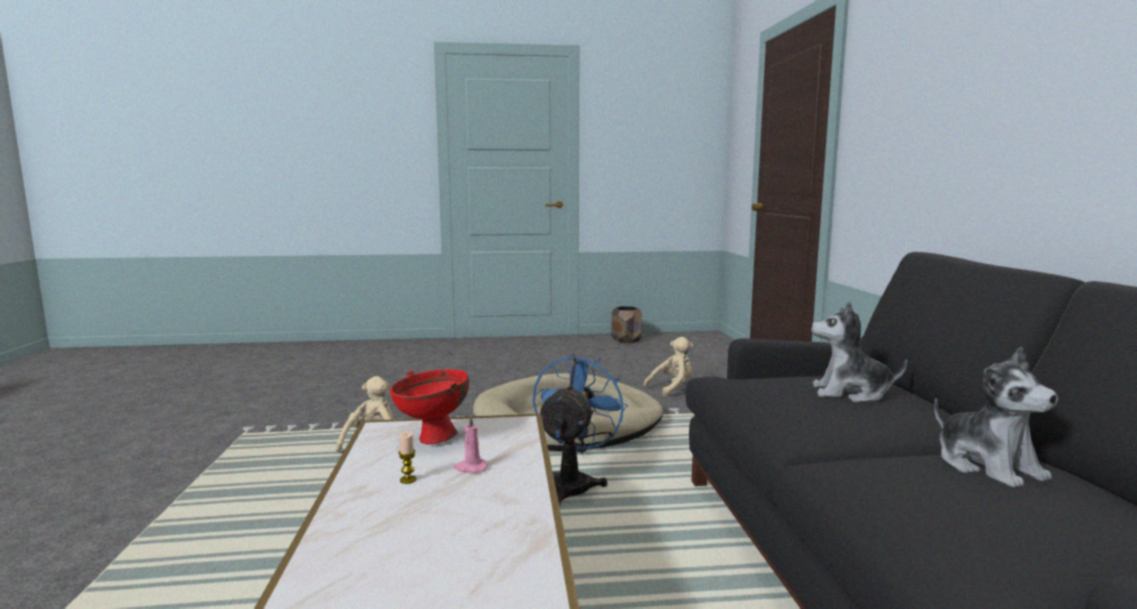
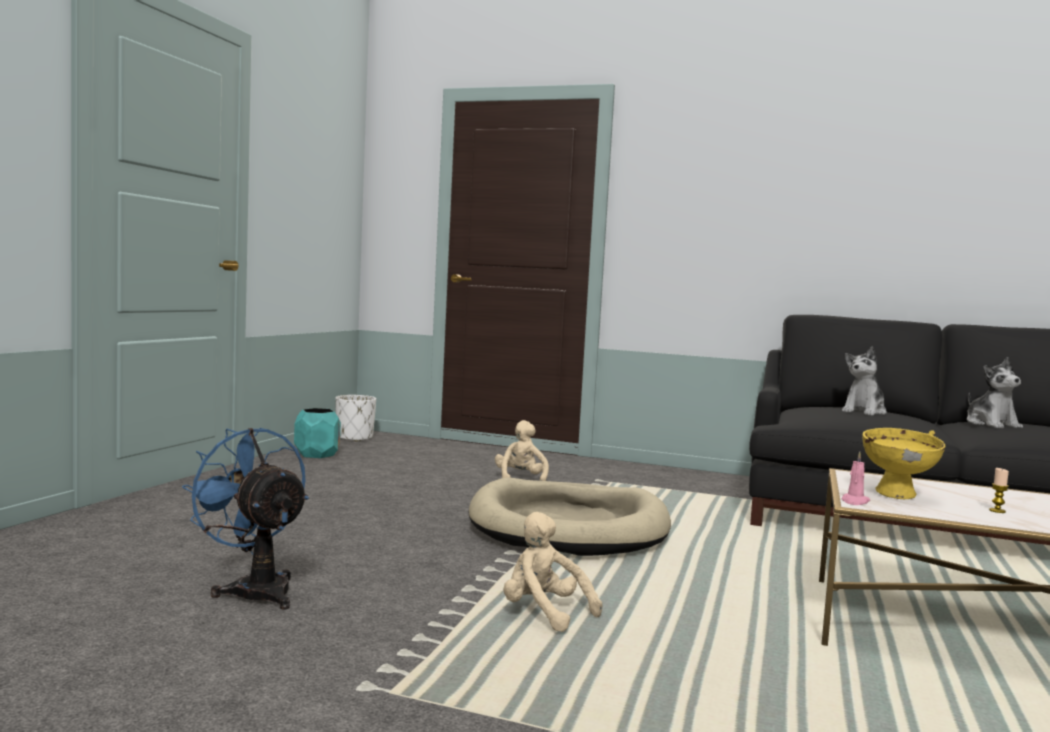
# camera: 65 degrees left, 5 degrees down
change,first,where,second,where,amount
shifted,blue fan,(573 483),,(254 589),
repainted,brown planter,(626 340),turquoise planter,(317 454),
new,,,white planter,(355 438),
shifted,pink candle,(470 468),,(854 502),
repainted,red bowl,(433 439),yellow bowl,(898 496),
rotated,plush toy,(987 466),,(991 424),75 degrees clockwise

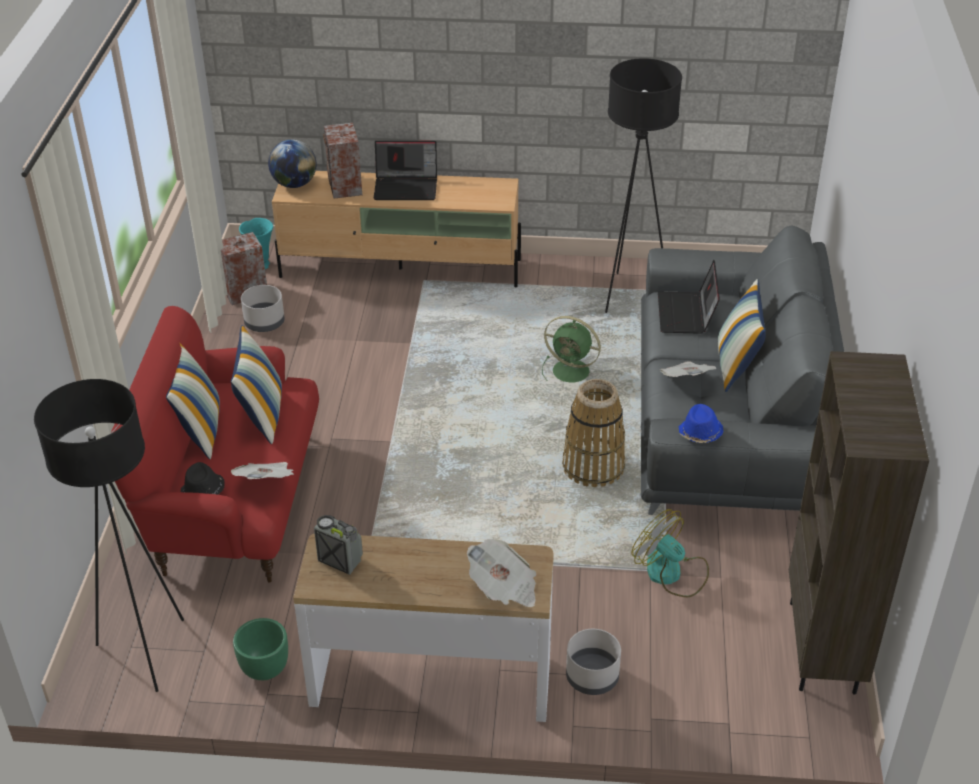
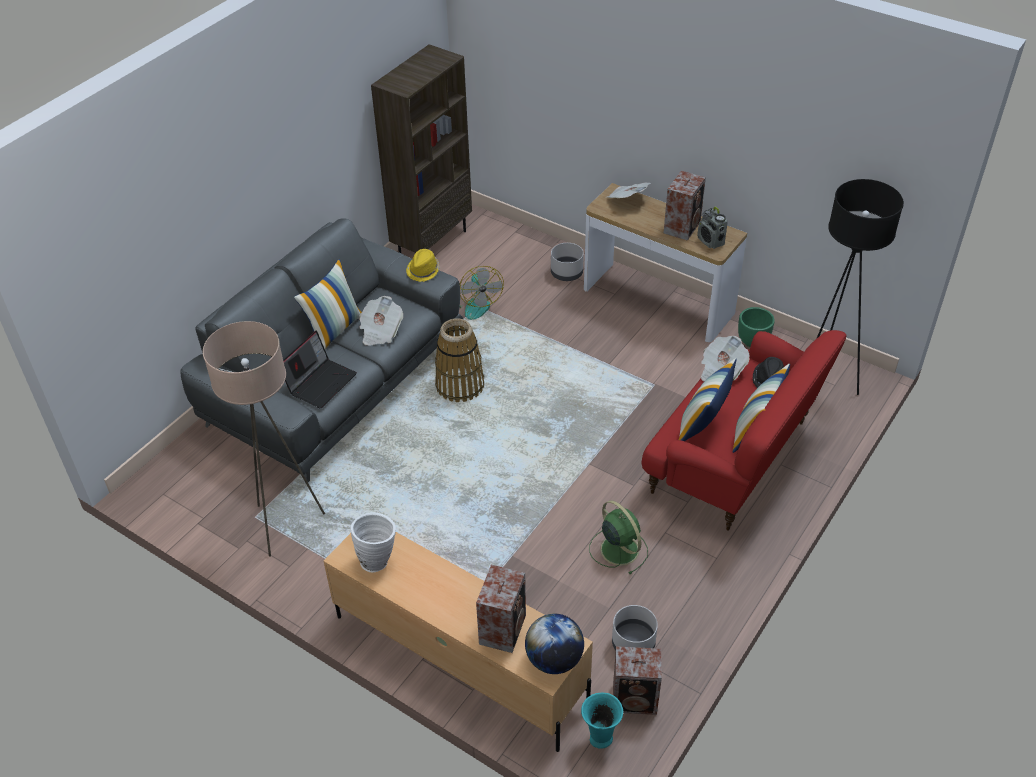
# camera: 150 degrees left, 5 degrees up
change,first,where,second,where,amount
repainted,black floor lamp,(630 295),beige floor lamp,(285 525),
new,,,white vase,(378 559),
repainted,blue hat,(700 433),yellow hat,(423 270),
shifted,green fan,(572 372),,(618 548),
new,,,speaker,(683 226),
gone,laptop,(407 187),,,

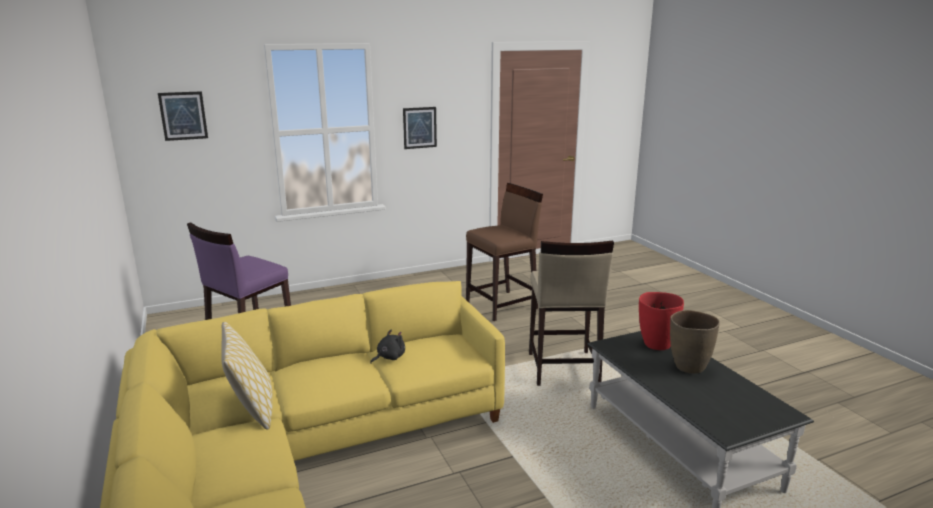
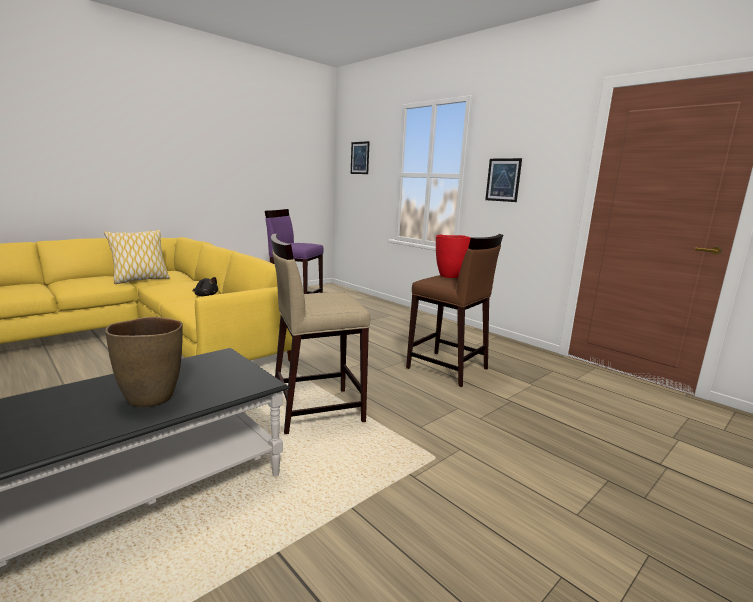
# camera: 70 degrees right, 5 degrees down
change,first,where,second,where,amount
shifted,red vase,(656 344),,(449 276),

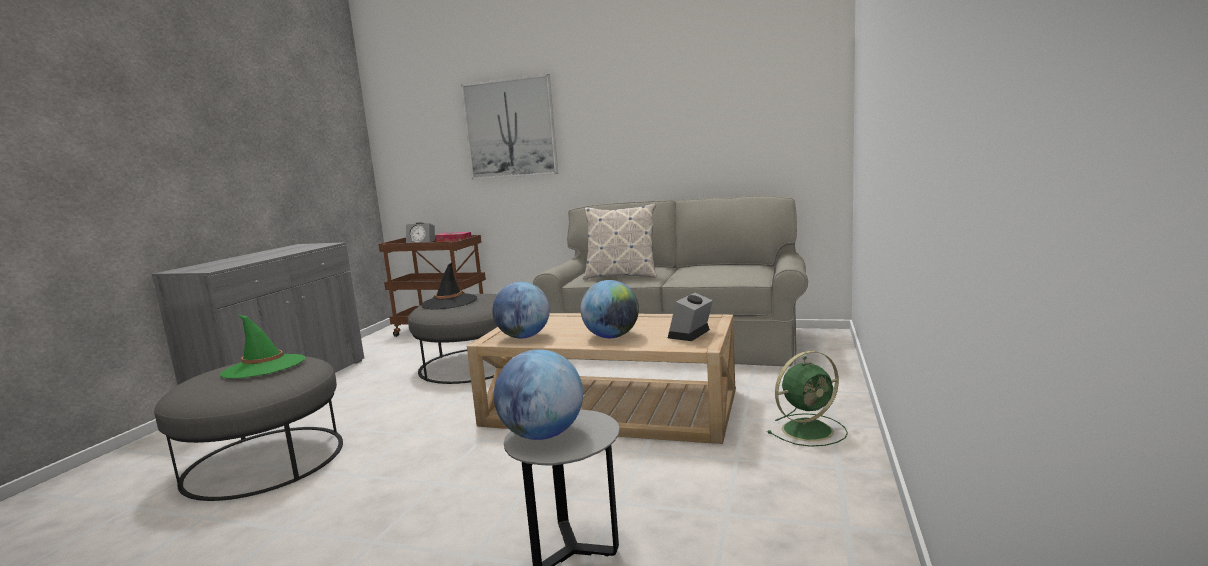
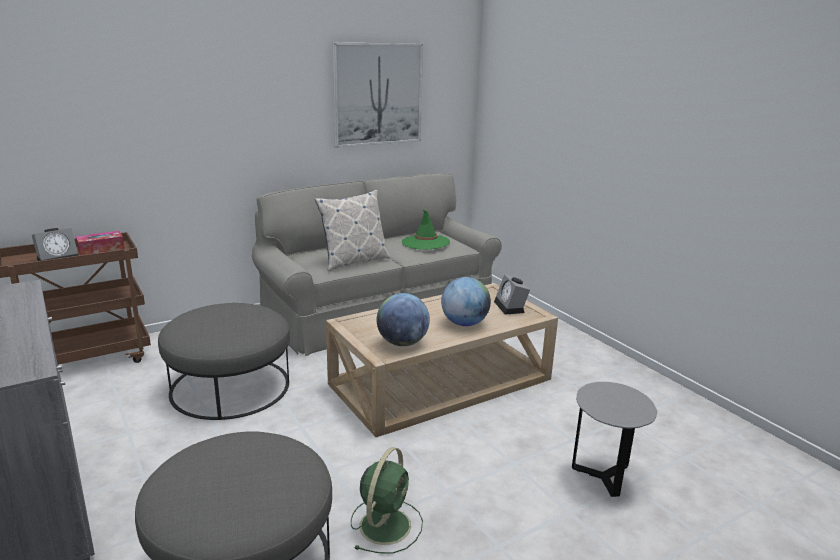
# camera: 50 degrees left, 10 degrees up
change,first,where,second,where,amount
shifted,picture,(510 128),,(378 94),
shifted,green fan,(809 430),,(386 524),
shifted,green hat,(264 367),,(425 242),
gone,black hat,(449 302),,,
gone,globe,(542 435),,,

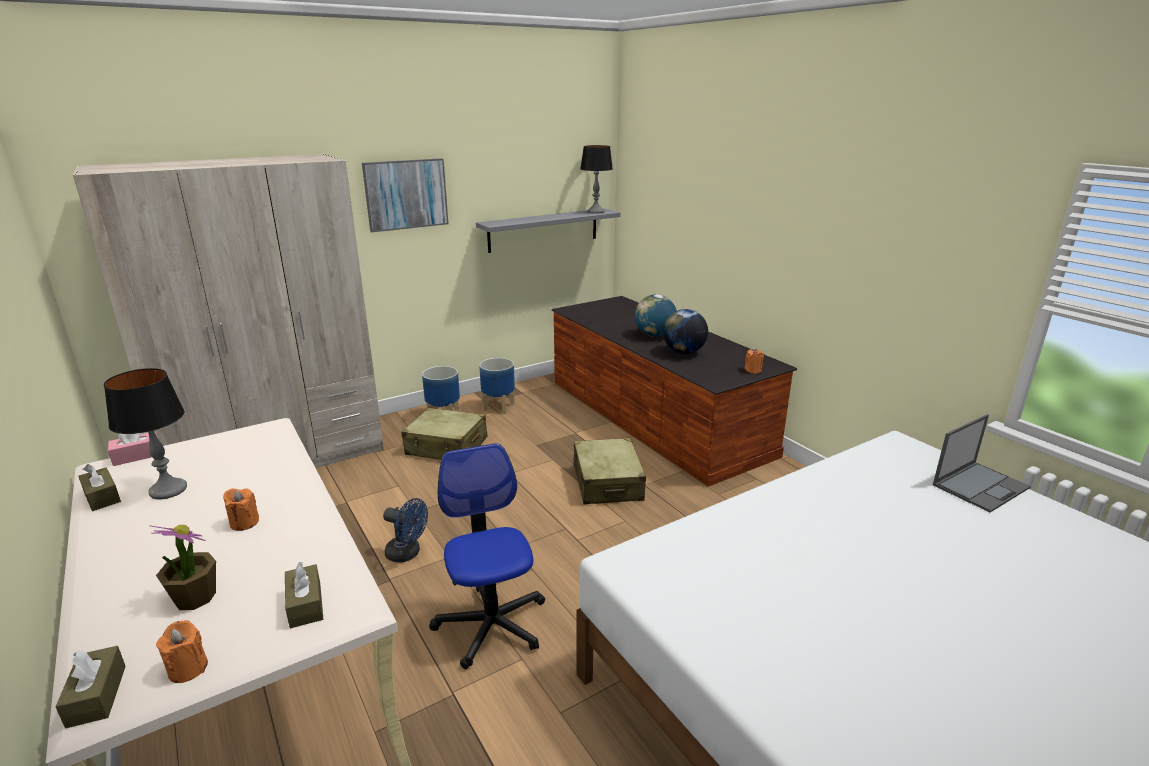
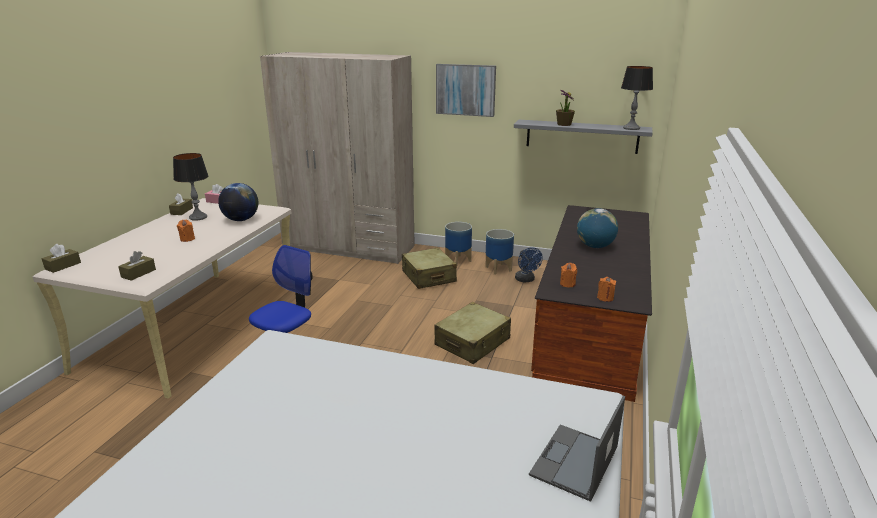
# camera: 50 degrees right, 0 degrees up
change,first,where,second,where,amount
shifted,globe,(683 352),,(241 220),
shifted,blue fan,(408 553),,(526 280),
rotated,laptop,(980 486),,(574 462),105 degrees clockwise
shifted,potted plant,(194 597),,(564 124),
shifted,orange candle,(188 668),,(567 284),

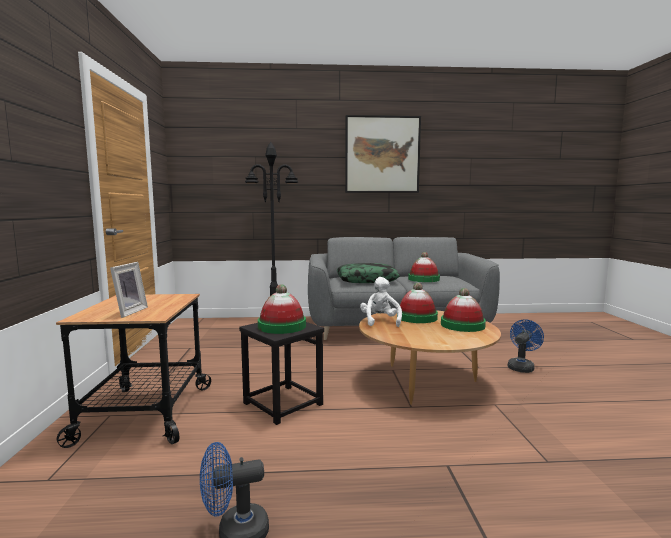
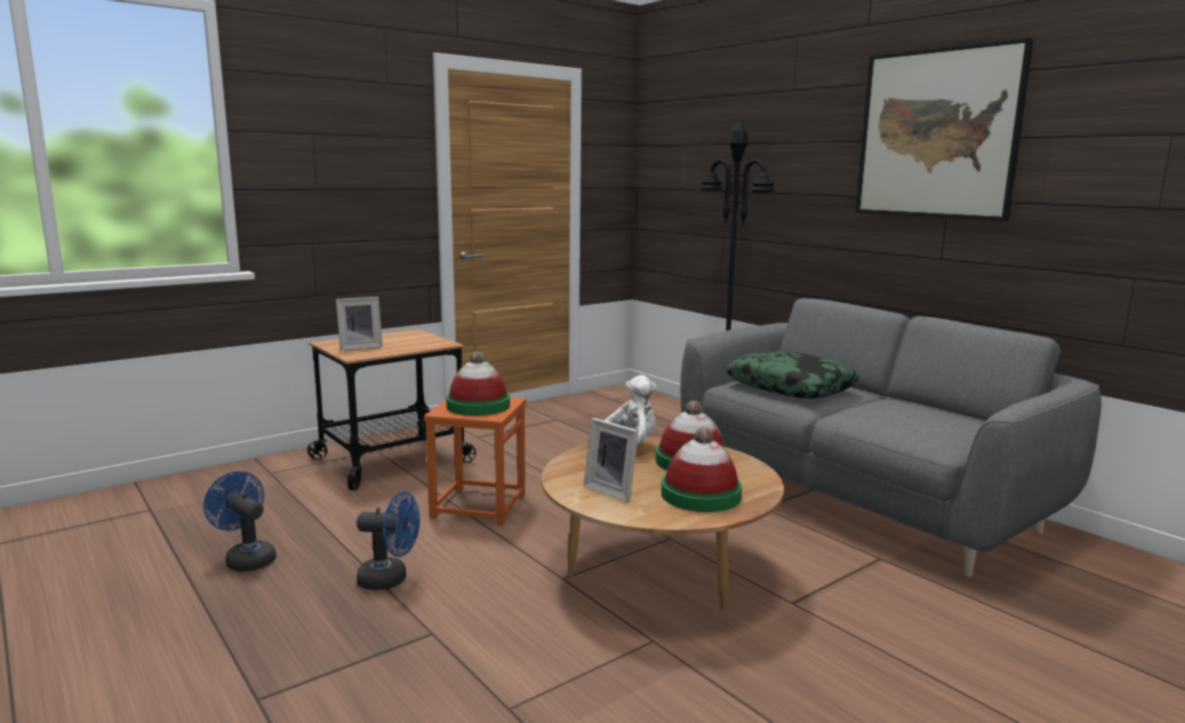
# camera: 55 degrees right, 5 degrees up
change,first,where,second,where,amount
shifted,blue fan,(521 367),,(390 579),
repainted,black stool,(282 404),orange stool,(478 506),
new,,,picture frame,(613 490),
gone,hat,(423 279),,,

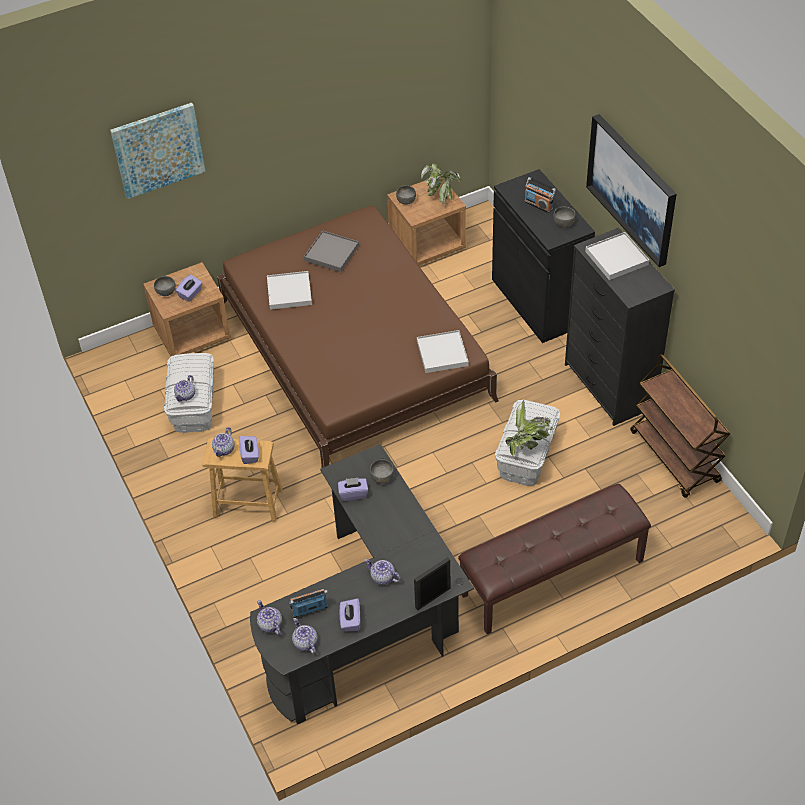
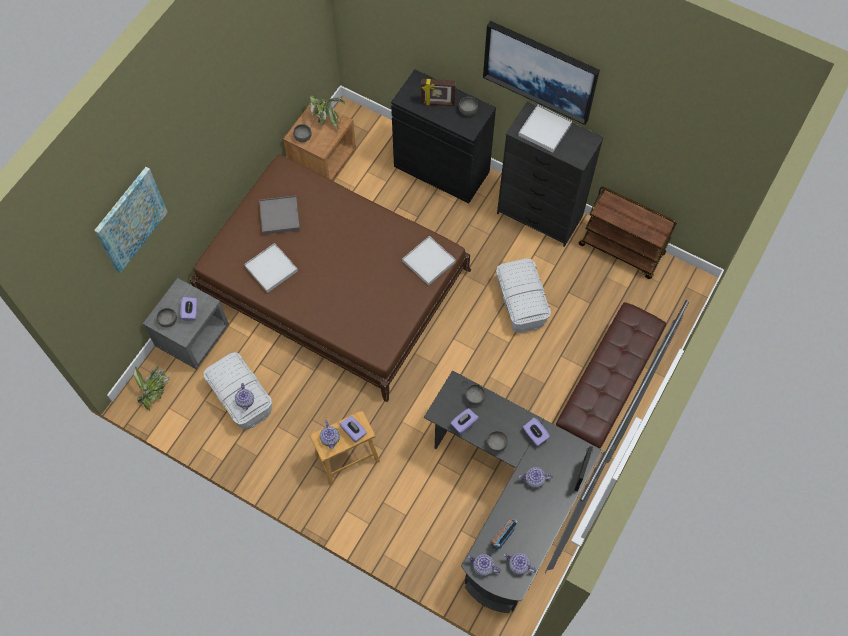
# camera: 35 degrees left, 15 degrees up
change,first,where,second,where,amount
shifted,potted plant,(528 443),,(155 391),
repainted,brown nightstand,(192 333),grey nightstand,(192 336),
swapped,radio,(538 205),picture frame,(438 103),
new,,,grey bowl,(496 444),
shifted,purple tissue box,(350 621),,(535 435),

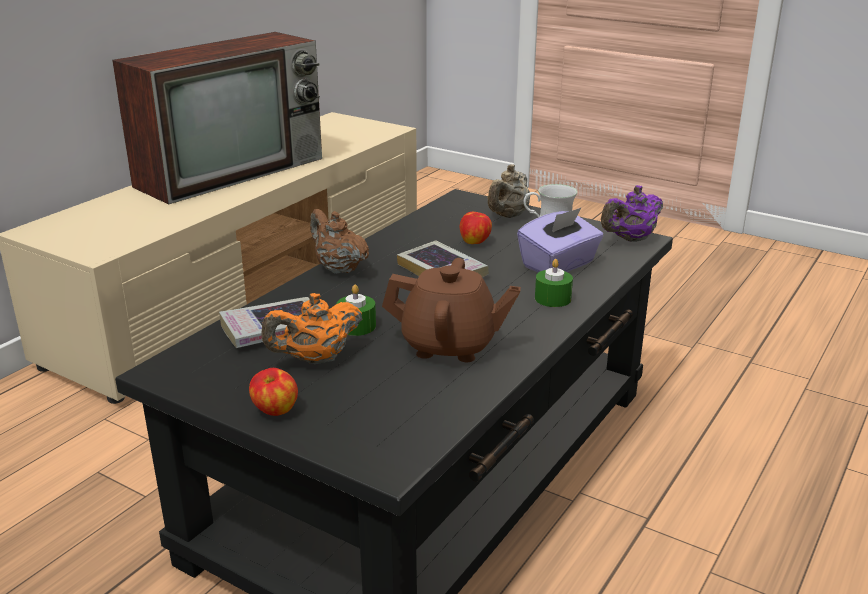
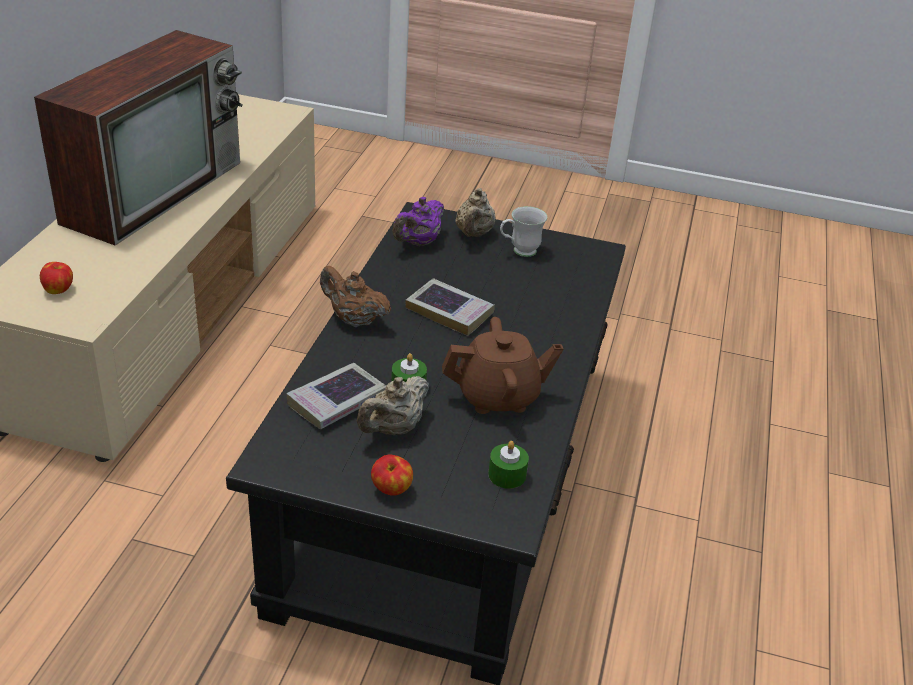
# camera: 20 degrees left, 10 degrees up
change,first,where,second,where,amount
shifted,apple,(475 242),,(59 290),
repainted,orange teapot,(315 359),beige teapot,(393 429),
shifted,purple teapot,(630 239),,(418 242),
shifted,green candle,(552 298),,(507 475),
gone,purple tissue box,(559 265),,,

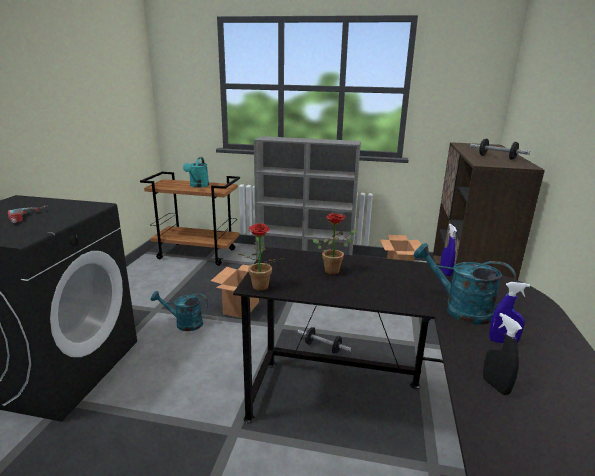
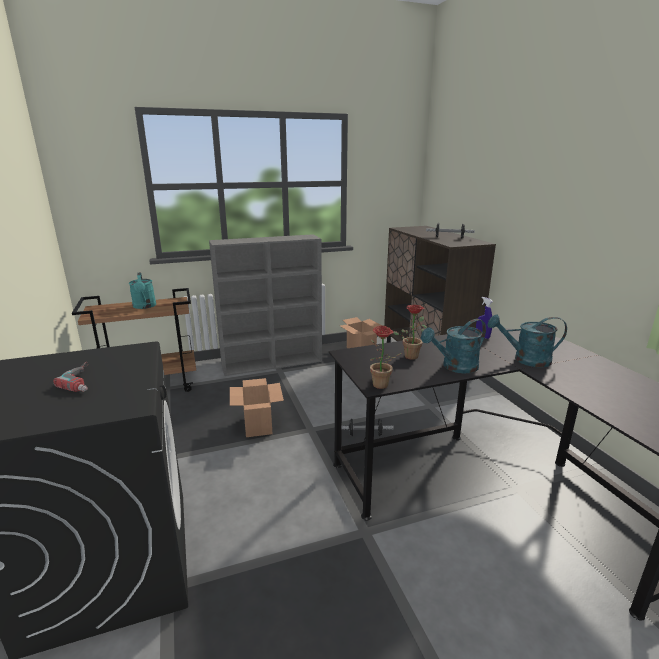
# camera: 30 degrees left, 0 degrees up
change,first,where,second,where,amount
shifted,turquoise watering can,(184 324),,(455 367),
gone,black spray bottle,(495 386),,,
gone,blue spray bottle,(503 342),,,

